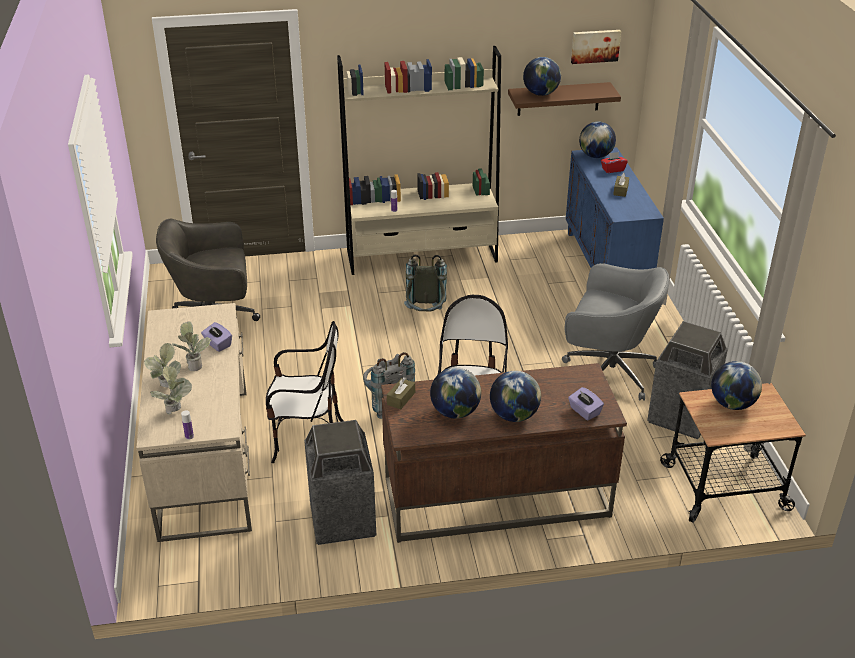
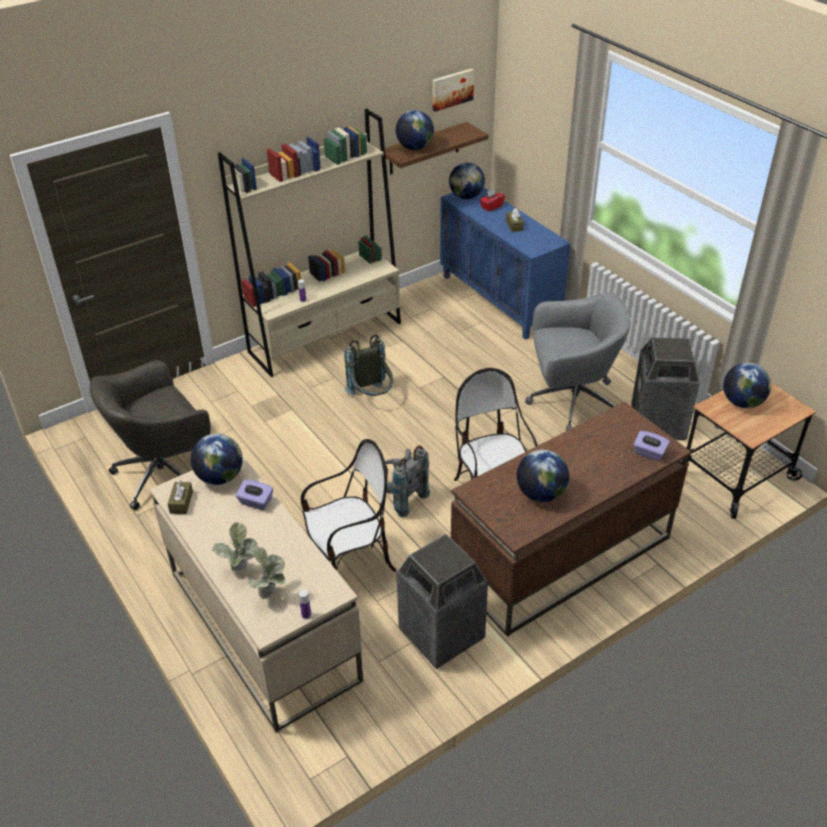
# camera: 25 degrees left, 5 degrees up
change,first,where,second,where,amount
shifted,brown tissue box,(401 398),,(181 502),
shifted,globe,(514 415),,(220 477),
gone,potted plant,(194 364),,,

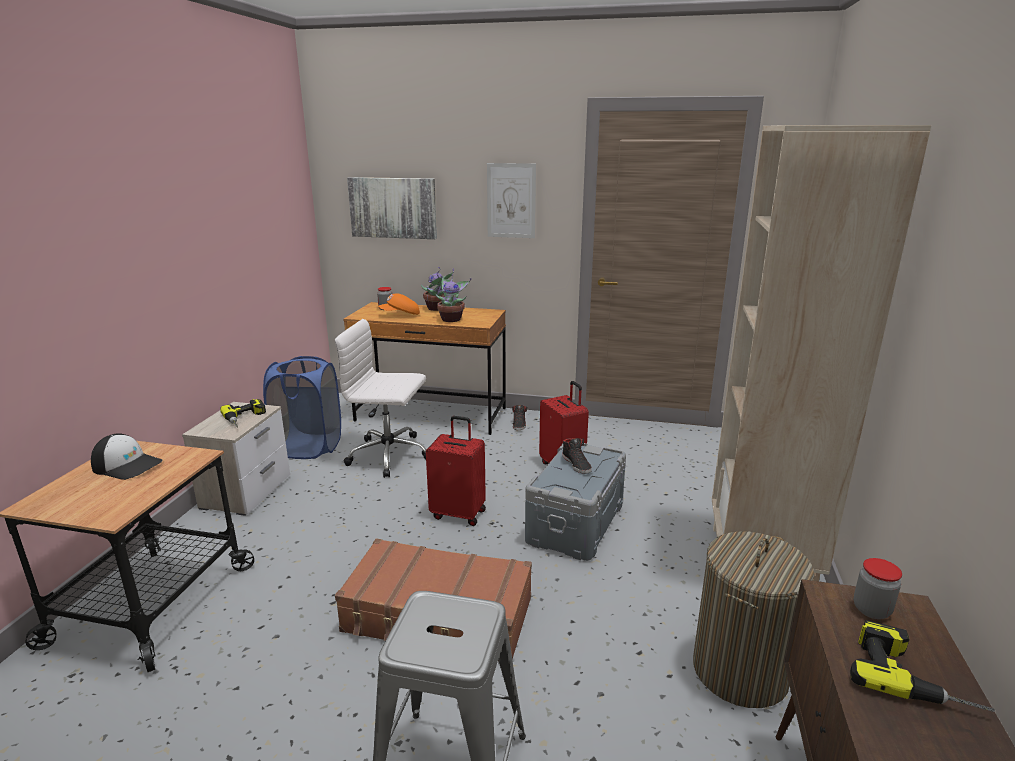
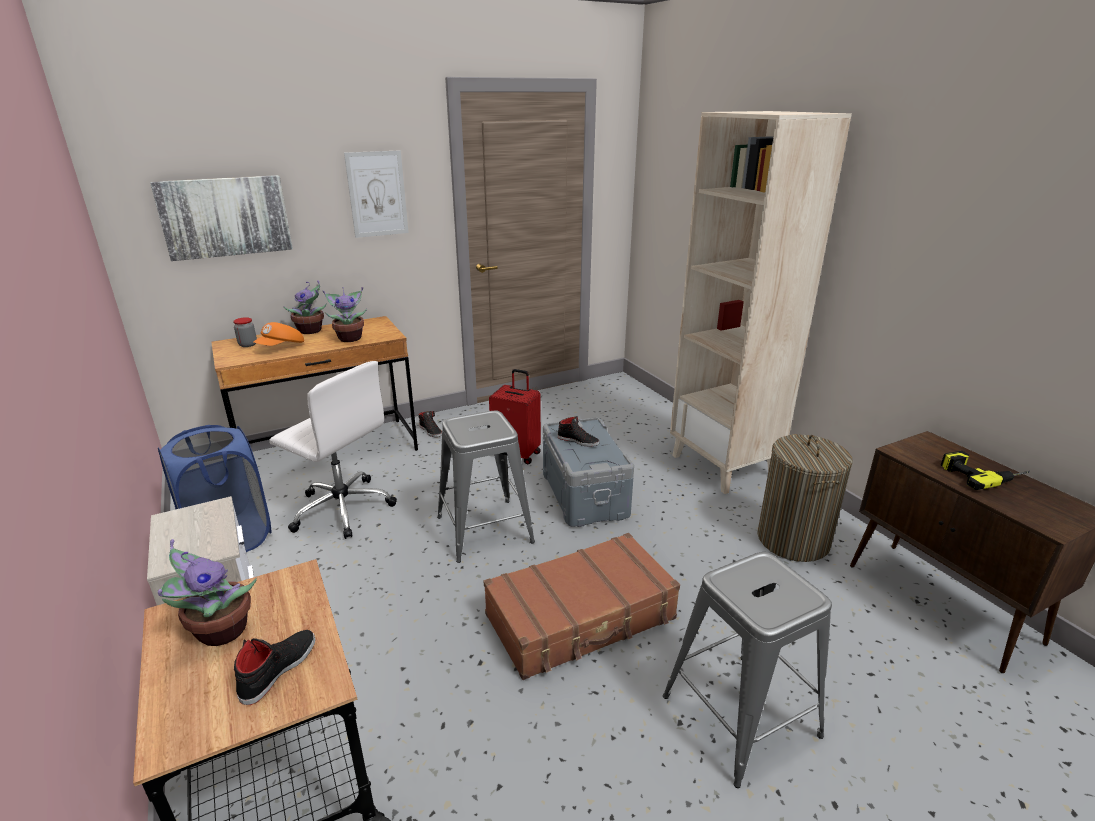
# camera: 40 degrees left, 5 degrees up
change,first,where,second,where,amount
swapped,cap,(127 465),potted plant,(219 631),
new,,,black shoe,(278 669),
rotated,white office chair,(390 455),,(342 508),120 degrees counterclockwise
swapped,red suitcase,(459 513),grey stool,(484 530),
gone,power drill,(246 418),,,
gone,jar,(871 610),,,

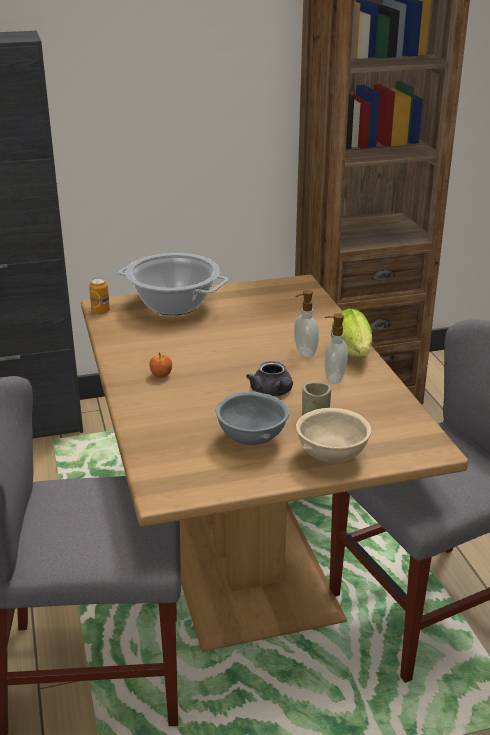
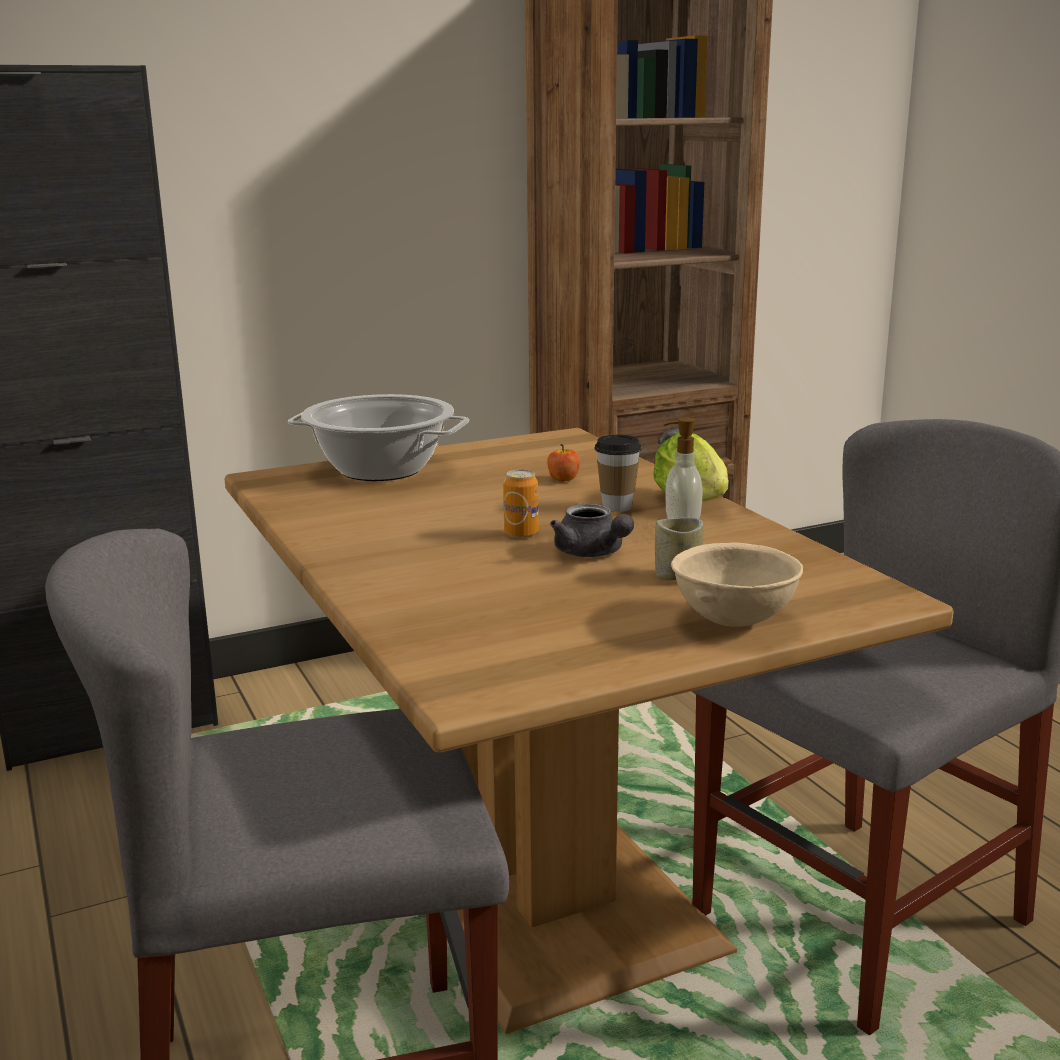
# camera: 10 degrees left, 10 degrees down
change,first,where,second,where,amount
shifted,can,(100 311),,(521 534),
shifted,apple,(161 375),,(563 479),
swapped,soap dispenser,(304 352),cup,(617 506),
gone,grey bowl,(253 439),,,

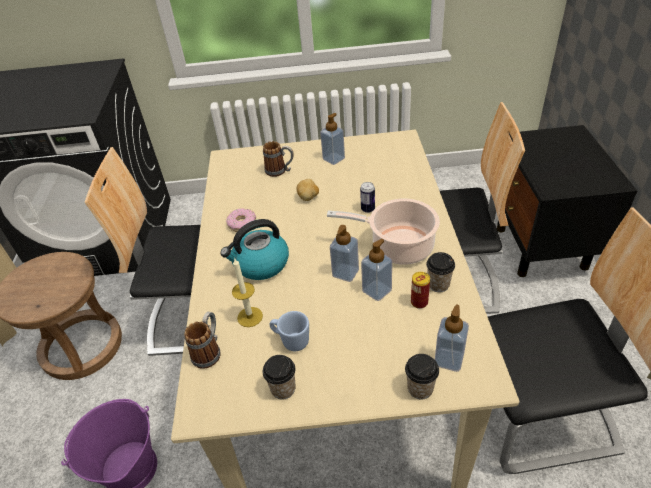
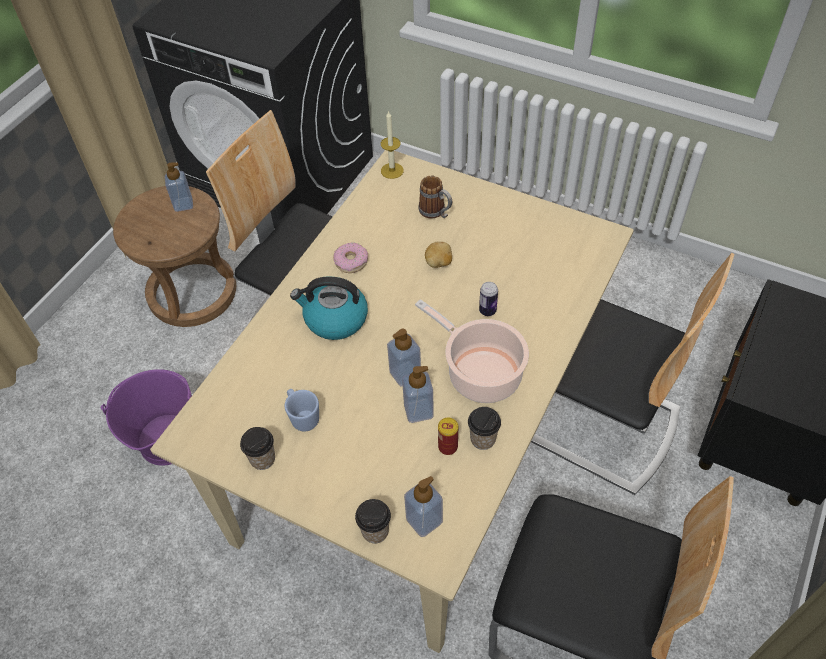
# camera: 30 degrees right, 10 degrees up
change,first,where,second,where,amount
shifted,soap dispenser,(333 159),,(183 204),
shifted,candle,(250 317),,(392 170),
gone,mug,(209 351),,,

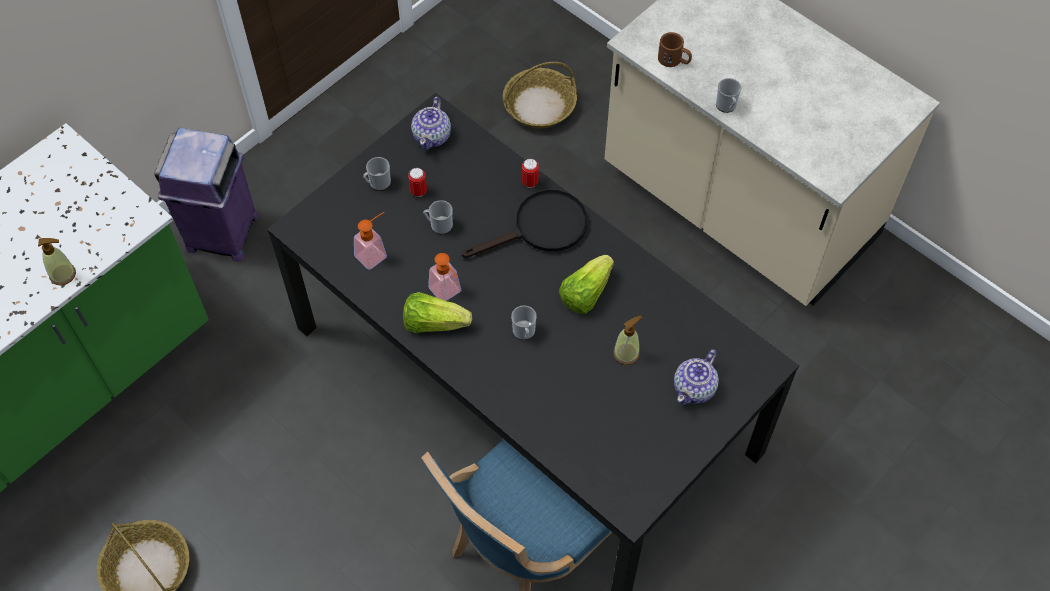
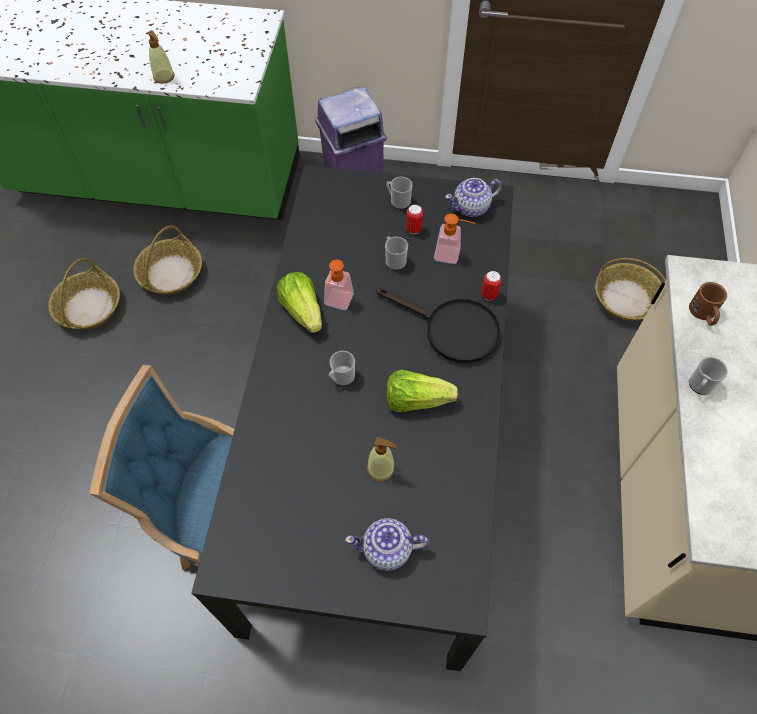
# camera: 55 degrees right, 0 degrees up
change,first,where,second,where,amount
new,,,basket,(171 273),
shifted,soap dispenser,(375 253),,(452 255),

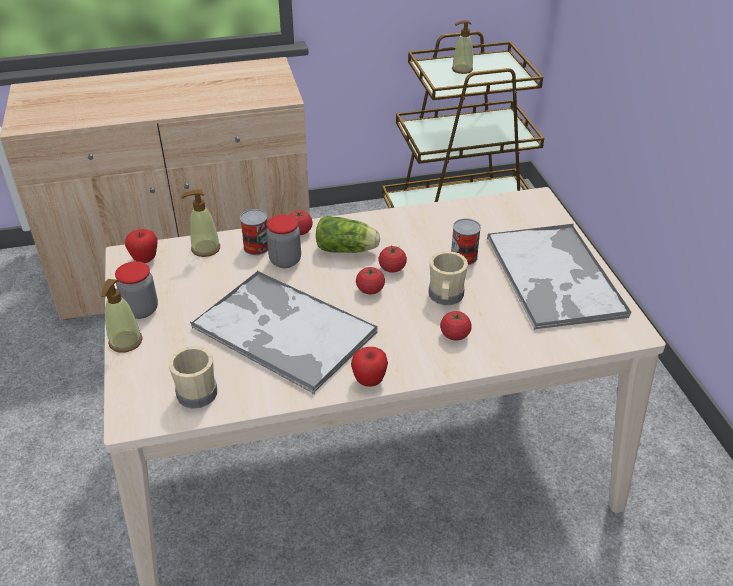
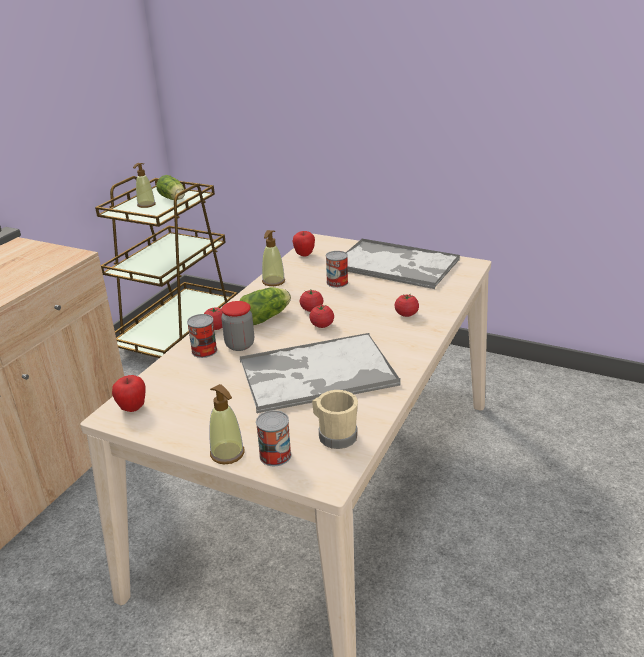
# camera: 50 degrees left, 10 degrees down
change,first,where,second,where,amount
new,,,lettuce,(173 199),
new,,,can,(275 455),
shifted,soap dispenser,(205 248),,(273 281),
shifted,apple,(369 381),,(304 254),
gone,jar,(141 310),,,
gone,beige mug,(445 297),,,

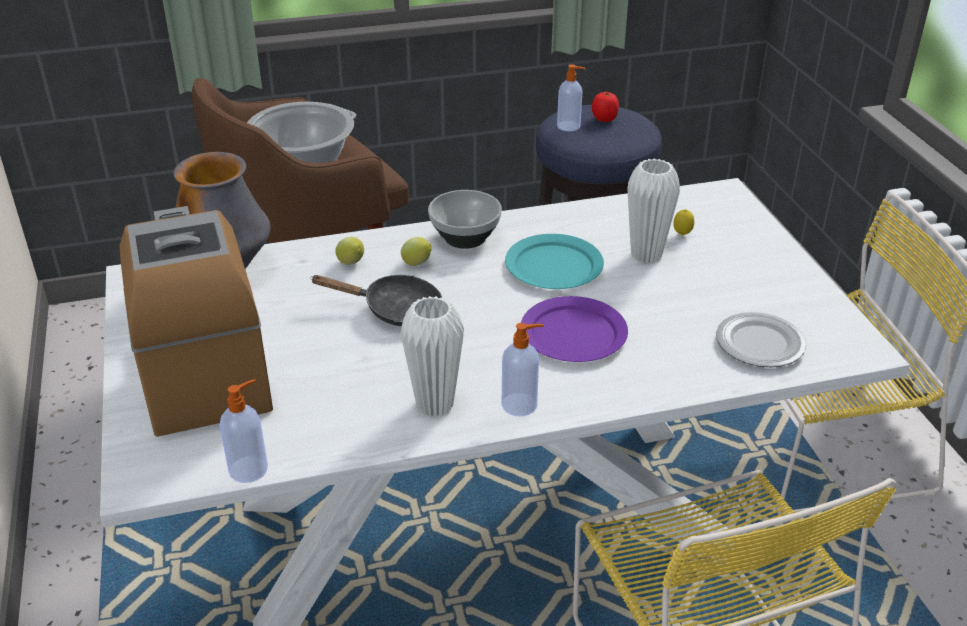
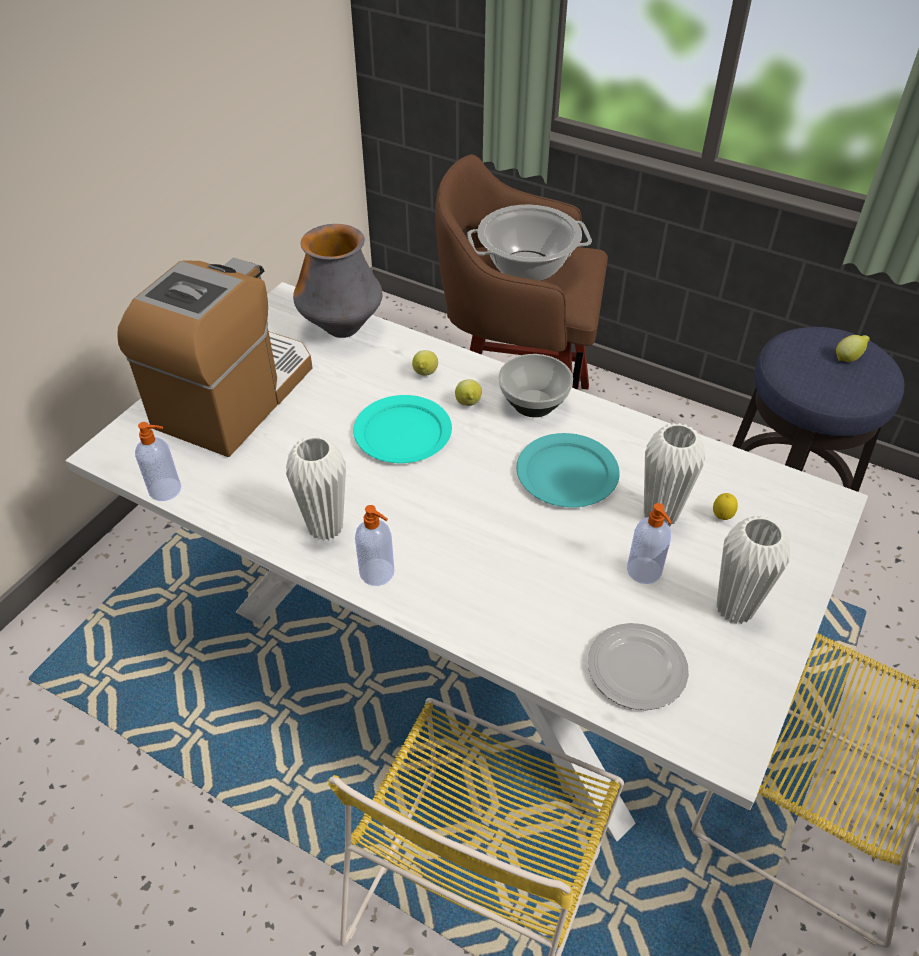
# camera: 45 degrees right, 10 degrees up
change,first,where,second,where,amount
swapped,black frying pan,(395 310),turquoise plate,(402 433),
shifted,soap dispenser,(569 126),,(644 571),
new,,,white vase,(734 609),
swapped,tomato,(604 119),lemon,(848 358),
gone,purple plate,(573 333),,,

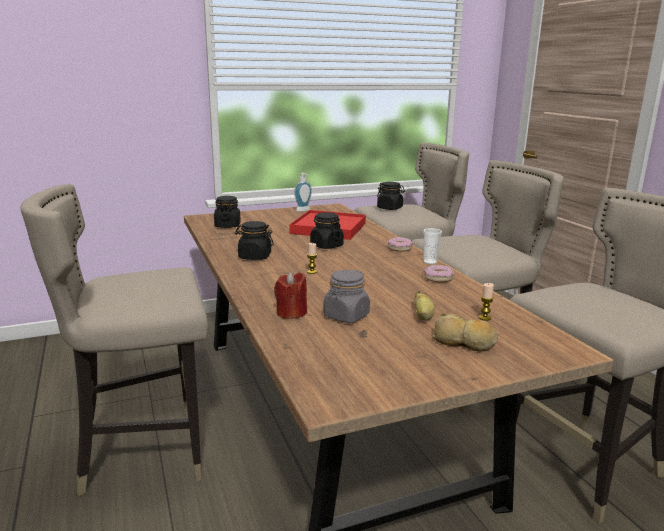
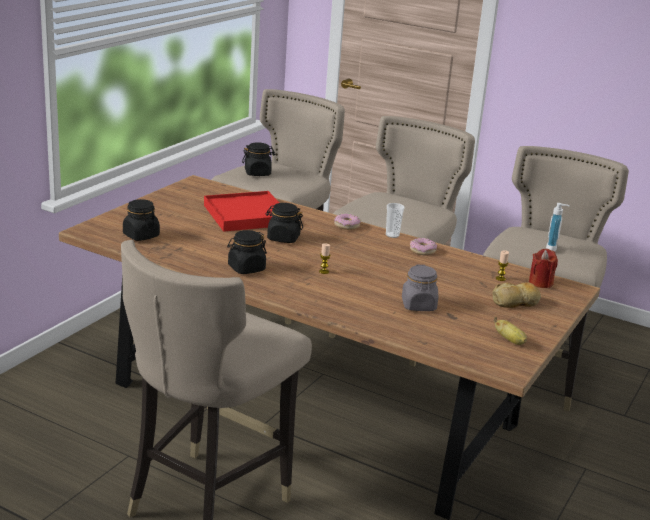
# camera: 40 degrees left, 5 degrees up
change,first,where,second,where,amount
shifted,banana,(423 317),,(510 341),
shifted,red candle,(291 313),,(540 283),
shifted,soap dispenser,(304 210),,(553 249),

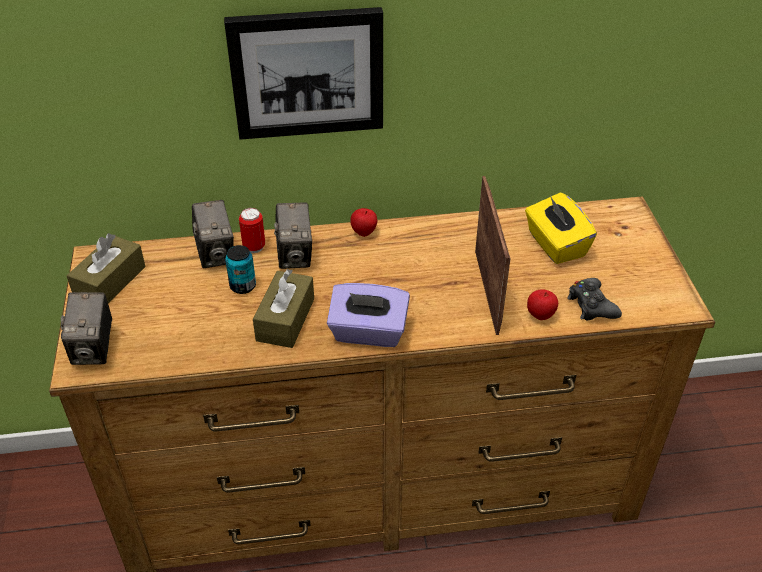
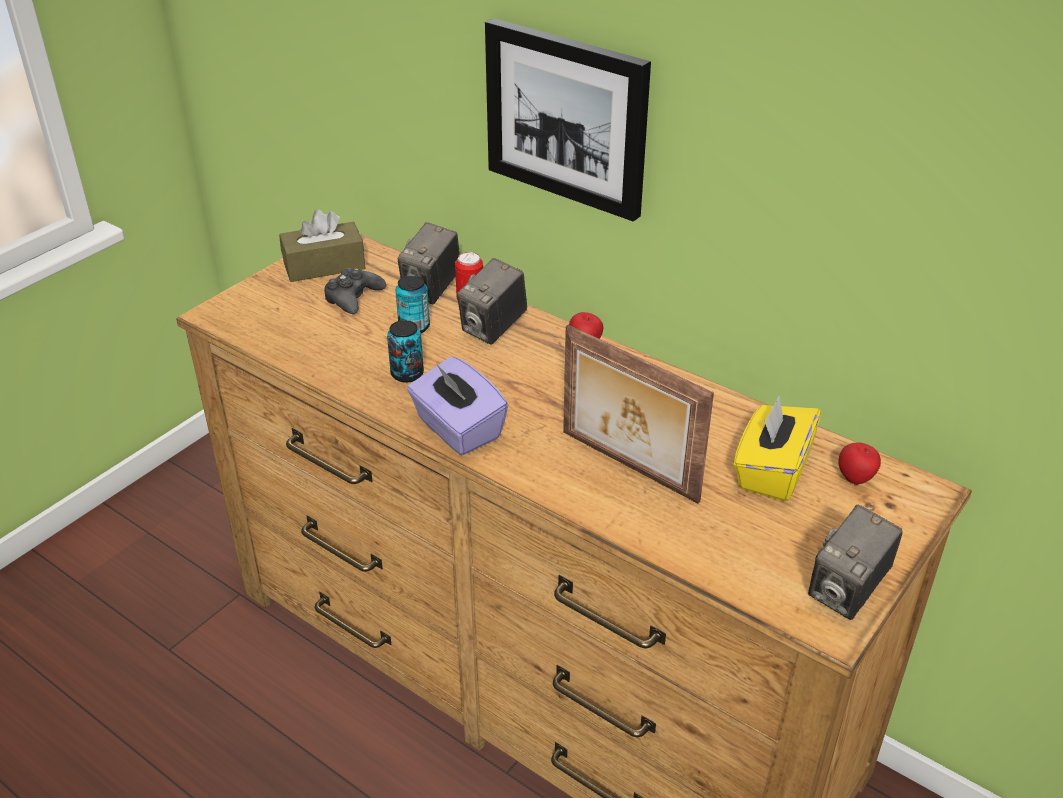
# camera: 45 degrees right, 5 degrees down
change,first,where,second,where,amount
shifted,black game controller,(591 306),,(353 298),
swapped,brown tissue box,(285 319),can,(407 374),
rotated,picture frame,(488 291),,(627 467),90 degrees clockwise
shifted,photo camera,(94 349),,(847 592),
shifted,apple,(540 316),,(855 479),

